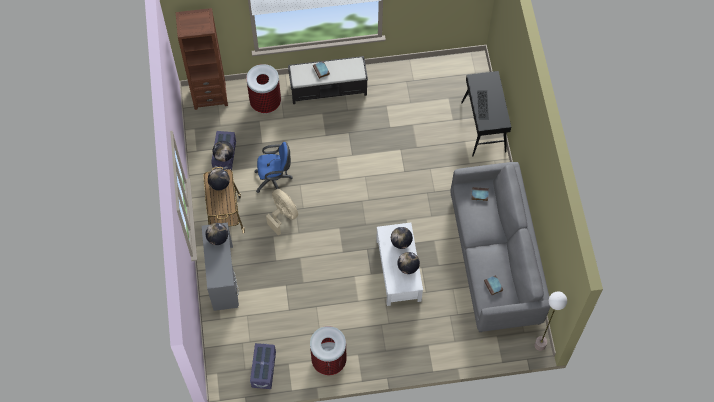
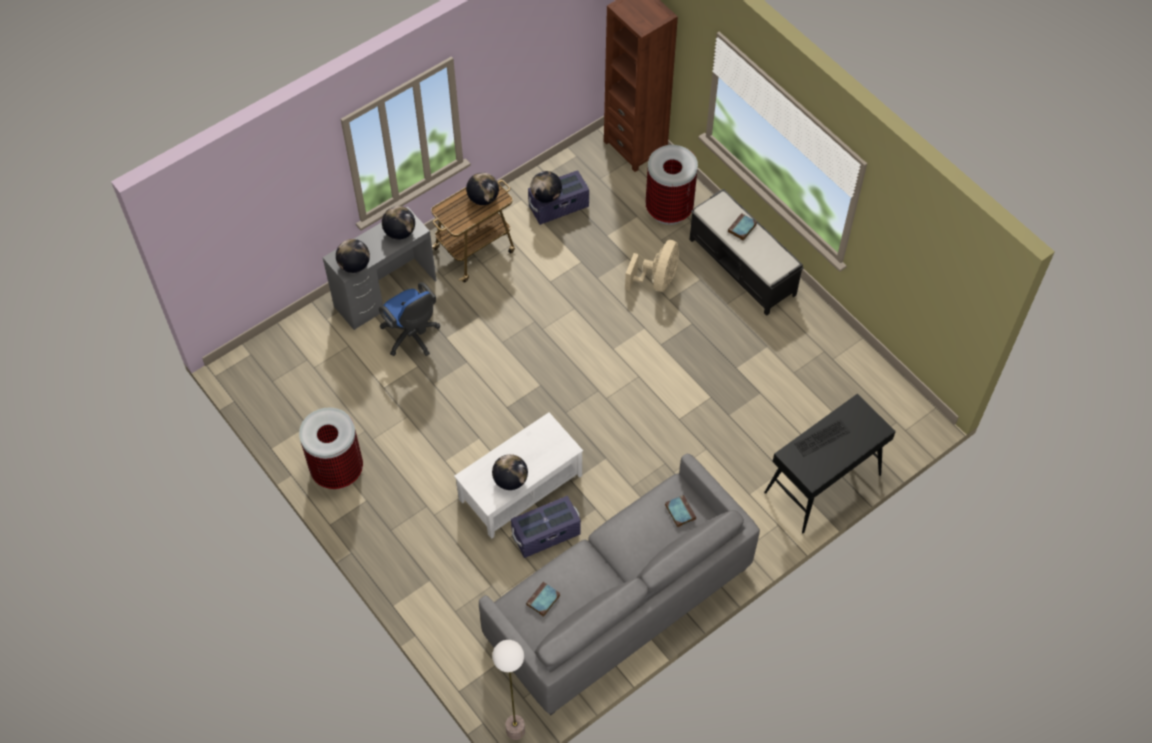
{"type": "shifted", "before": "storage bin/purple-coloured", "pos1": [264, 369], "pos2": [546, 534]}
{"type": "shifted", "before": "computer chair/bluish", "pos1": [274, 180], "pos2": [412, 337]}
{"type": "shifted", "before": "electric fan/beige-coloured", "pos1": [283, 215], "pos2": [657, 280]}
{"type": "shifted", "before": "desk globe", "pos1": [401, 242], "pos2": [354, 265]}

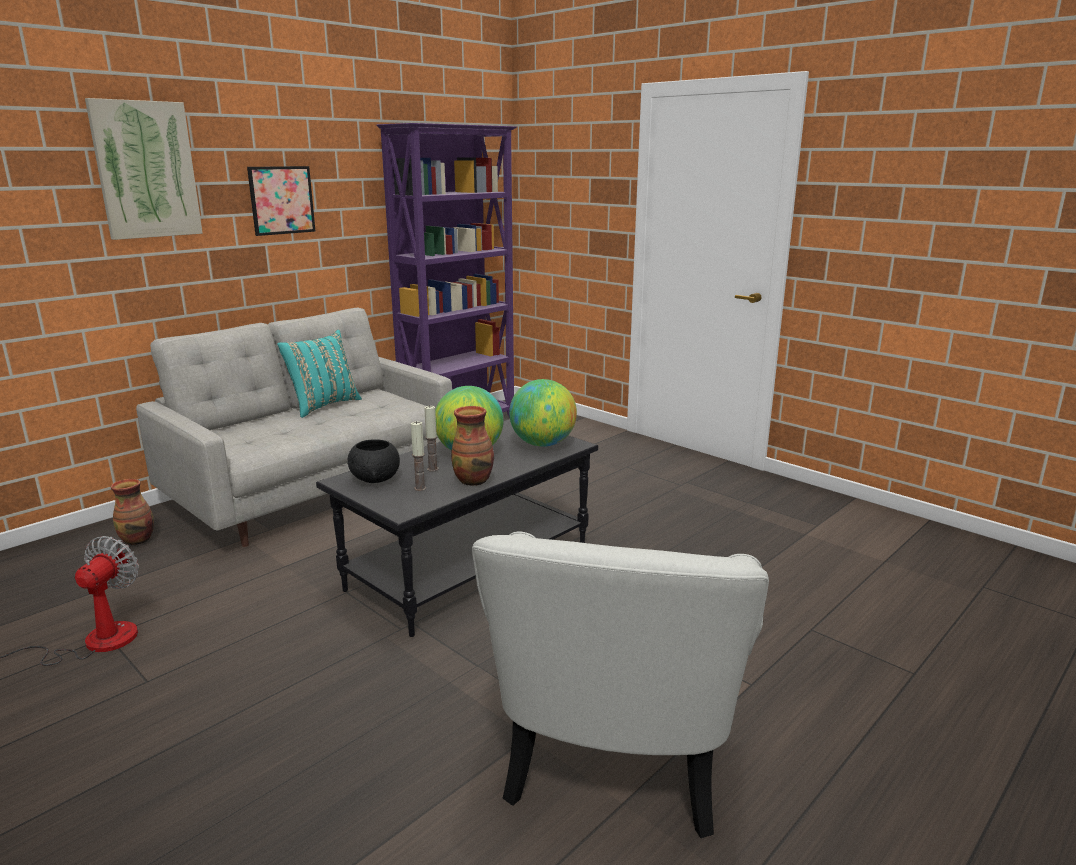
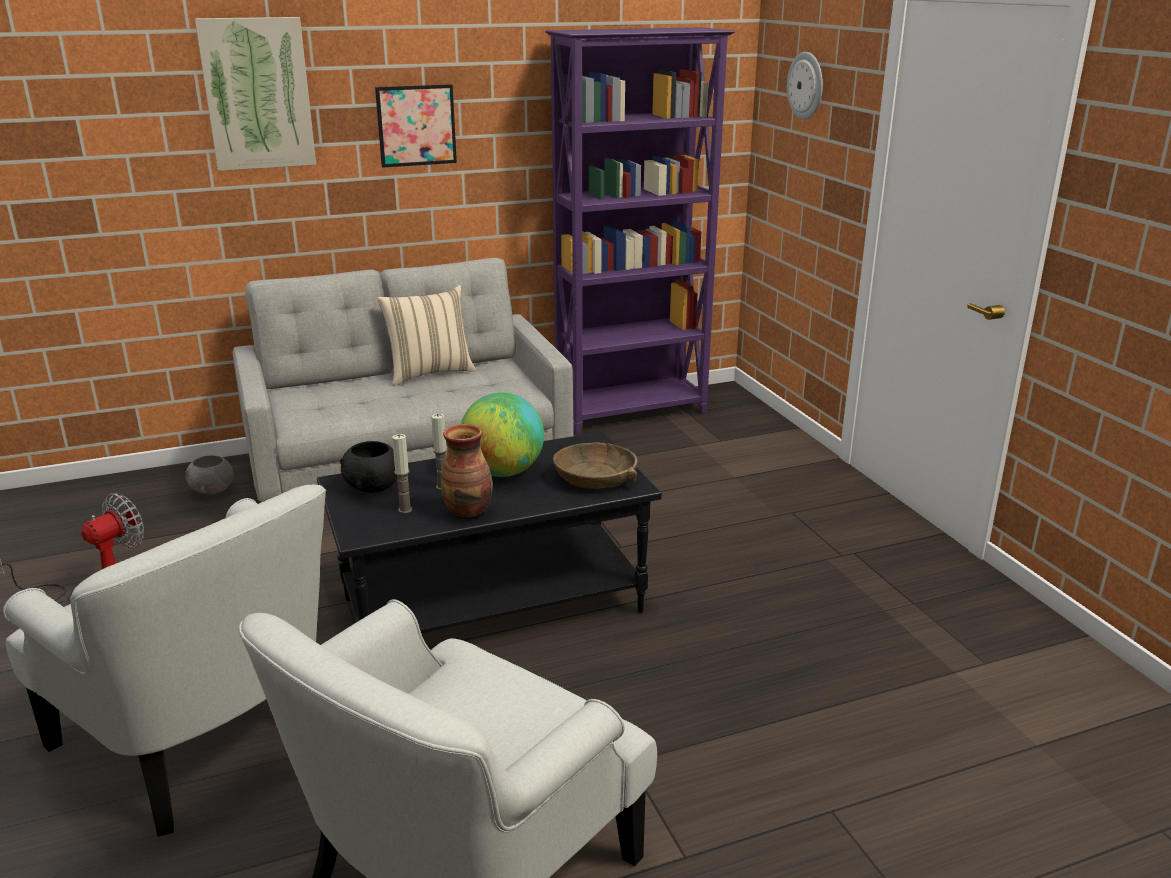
{"type": "new", "after": "easy chair/white-coloured", "pos2": [203, 736]}
{"type": "new", "after": "hanging clock", "pos2": [806, 85]}
{"type": "swapped", "before": "flower vase", "after": "serving bowl/greyish", "pos1": [138, 540], "pos2": [213, 490]}
{"type": "swapped", "before": "desk globe", "after": "serving bowl/brown-coloured", "pos1": [543, 444], "pos2": [596, 477]}
{"type": "repainted", "before": "cushion/turquoise-coloured", "after": "cushion/beige-coloured", "pos1": [323, 406], "pos2": [429, 373]}

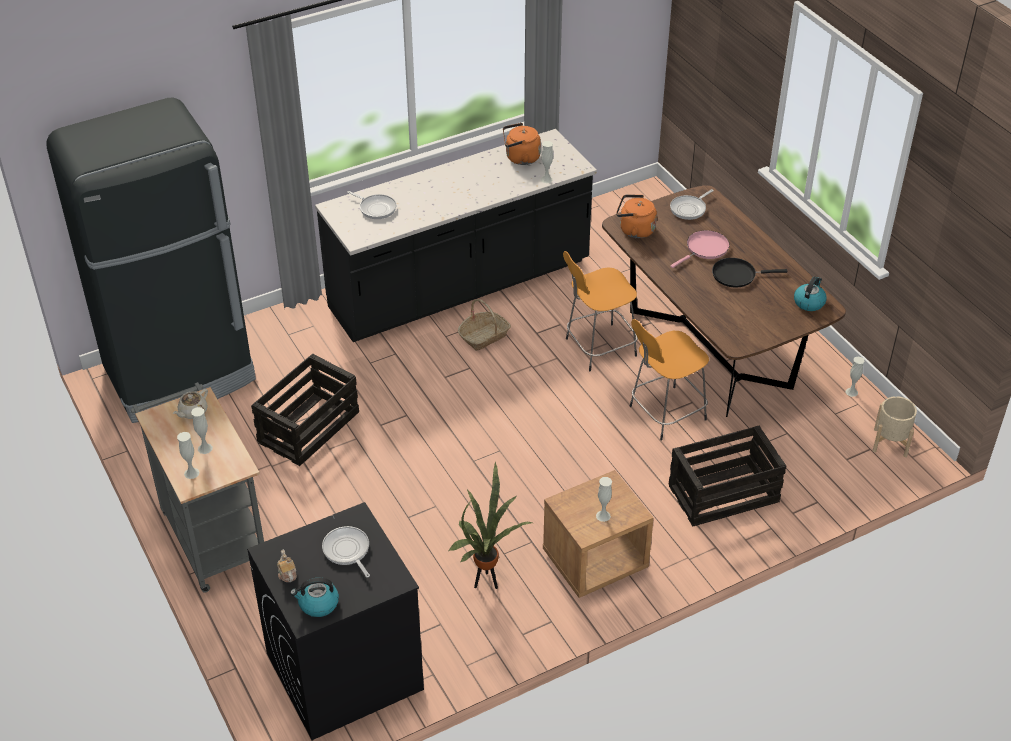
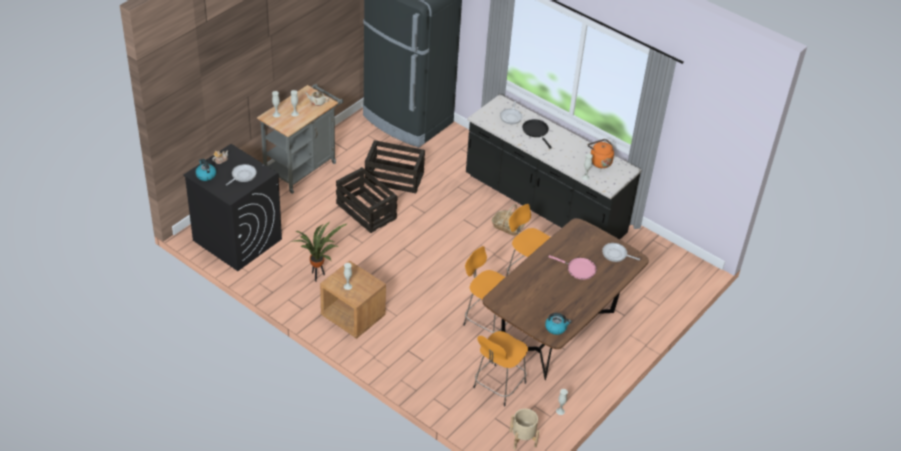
{"type": "gone", "before": "kettle/orange-coloured", "pos1": [634, 230]}
{"type": "new", "after": "sitting stool/orange-coloured", "pos2": [498, 386]}
{"type": "shifted", "before": "shipping crate", "pos1": [722, 494], "pos2": [365, 211]}
{"type": "shifted", "before": "frying pan/black", "pos1": [737, 275], "pos2": [536, 131]}

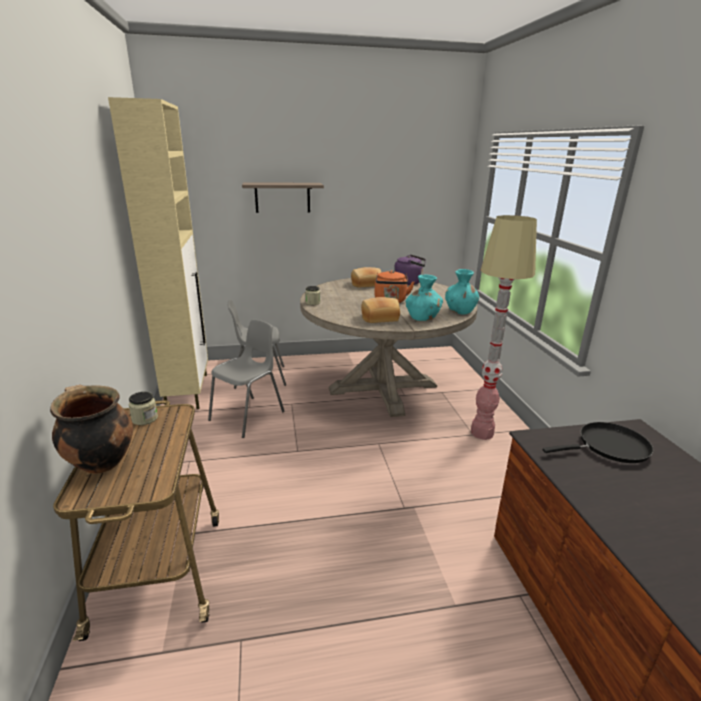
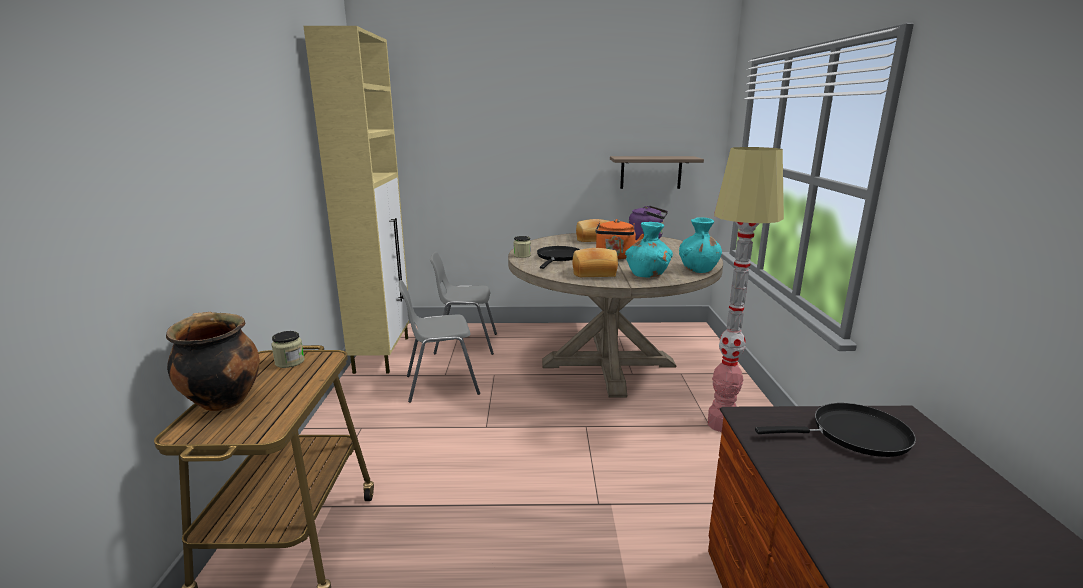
{"type": "new", "after": "frying pan/black", "pos2": [558, 257]}
{"type": "shifted", "before": "wall shelf", "pos1": [282, 197], "pos2": [651, 172]}
{"type": "rotated", "before": "plain chair/greyish", "pos1": [248, 416], "pos2": [441, 384], "turn": -150}

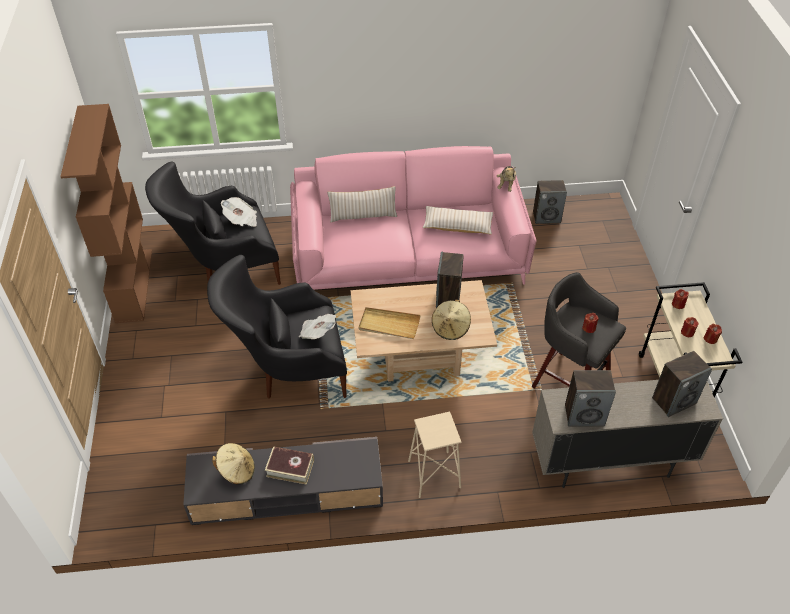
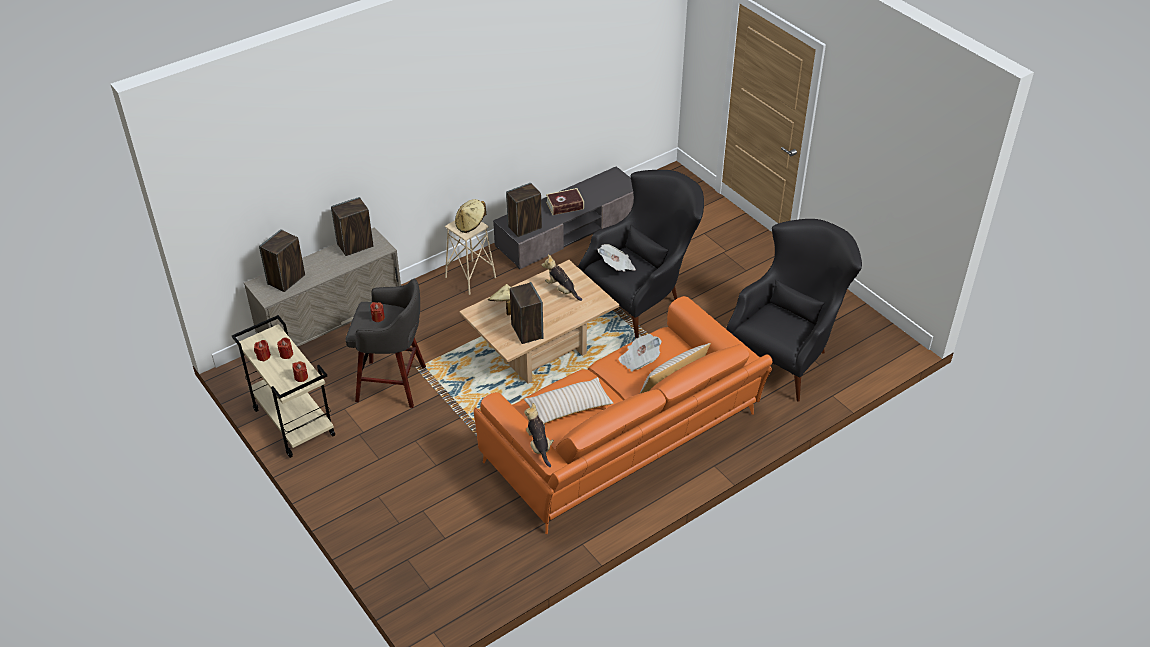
{"type": "gone", "before": "shelving unit/brown-coloured", "pos1": [133, 285]}
{"type": "shifted", "before": "wearable hat/beige-coloured", "pos1": [236, 470], "pos2": [470, 224]}
{"type": "shifted", "before": "printed paper", "pos1": [241, 220], "pos2": [639, 360]}
{"type": "shifted", "before": "loudspeaker", "pos1": [546, 217], "pos2": [524, 227]}
{"type": "swapped", "before": "serving tray/beige-coloured", "after": "cuddly toy", "pos1": [389, 325], "pos2": [561, 290]}
{"type": "repainted", "before": "couch/pink-coloured", "after": "couch/orange-coloured", "pos1": [409, 256], "pos2": [623, 441]}

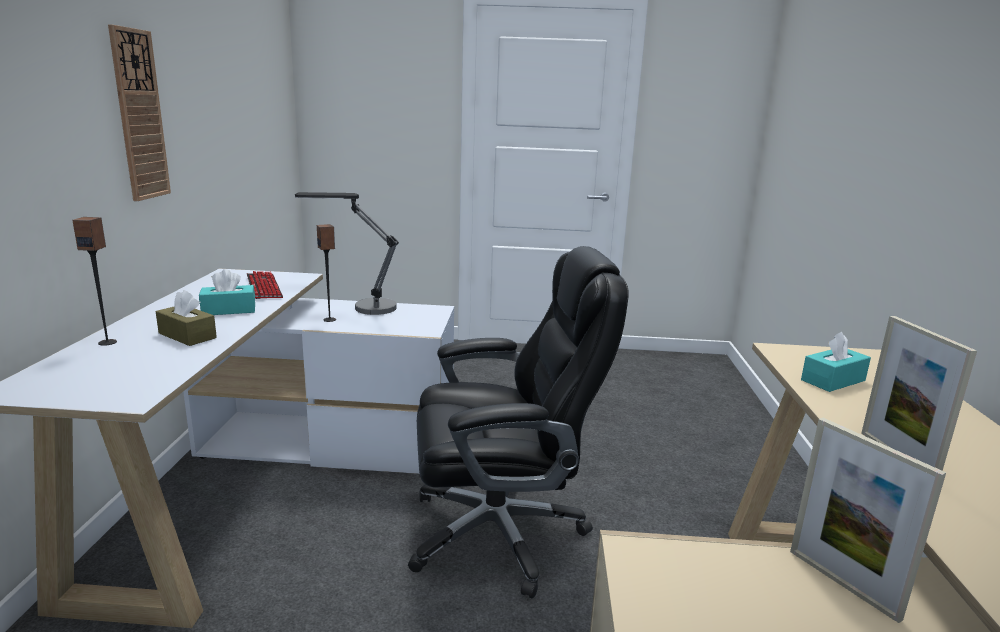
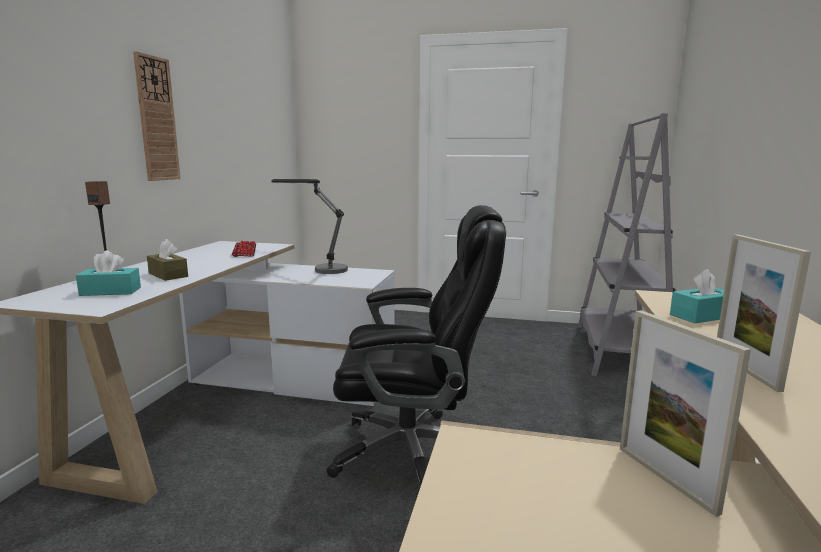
{"type": "gone", "before": "loudspeaker", "pos1": [330, 319]}
{"type": "new", "after": "shelving unit/greyish", "pos2": [619, 351]}
{"type": "shifted", "before": "box of tissues/turquoise-coloured", "pos1": [229, 310], "pos2": [110, 291]}

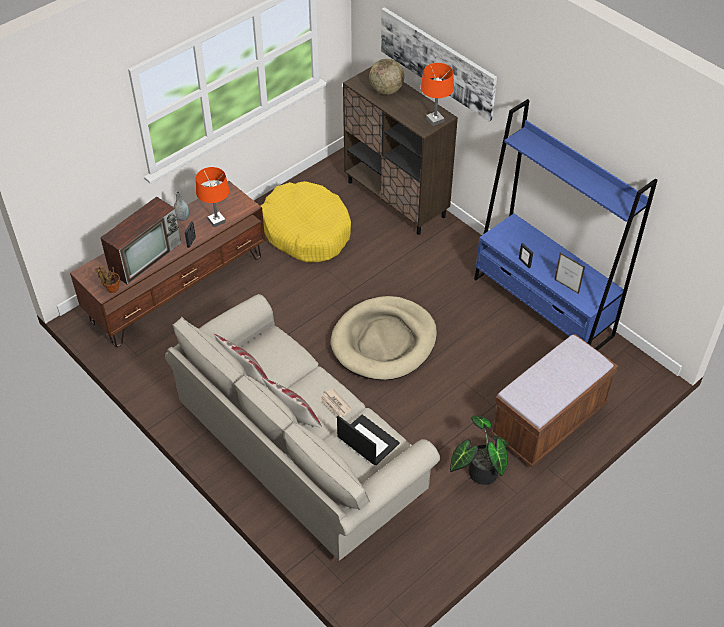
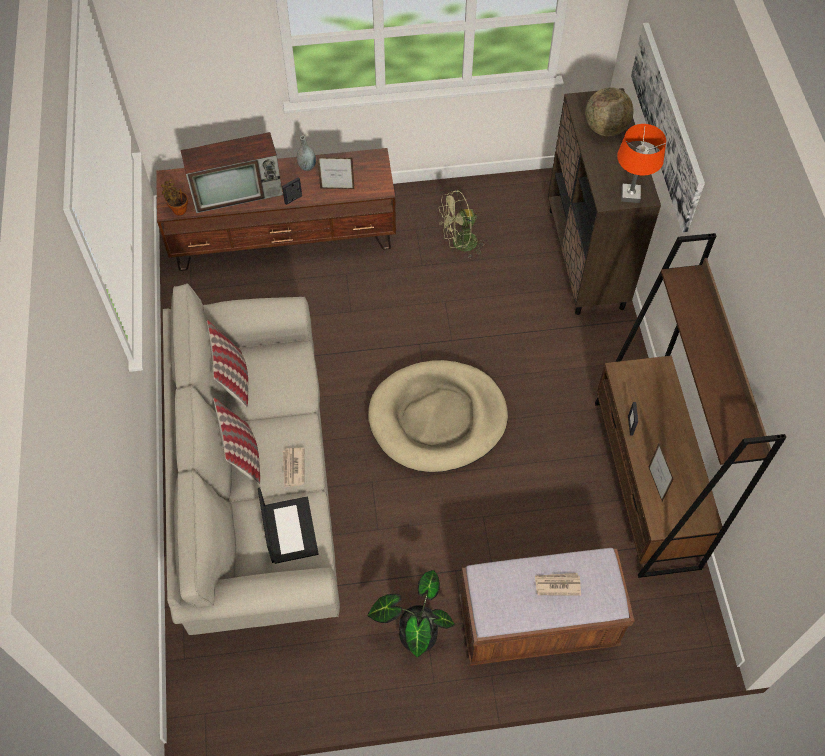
{"type": "new", "after": "printed paper", "pos2": [557, 584]}
{"type": "swapped", "before": "table lamp/orange-coloured", "after": "picture frame", "pos1": [217, 221], "pos2": [337, 188]}
{"type": "swapped", "before": "dog cushion/yellow-coloured", "after": "electric fan/greenish", "pos1": [306, 231], "pos2": [459, 244]}
{"type": "repainted", "before": "shelving unit/bluish", "after": "shelving unit/brown-coloured", "pos1": [543, 307], "pos2": [645, 483]}

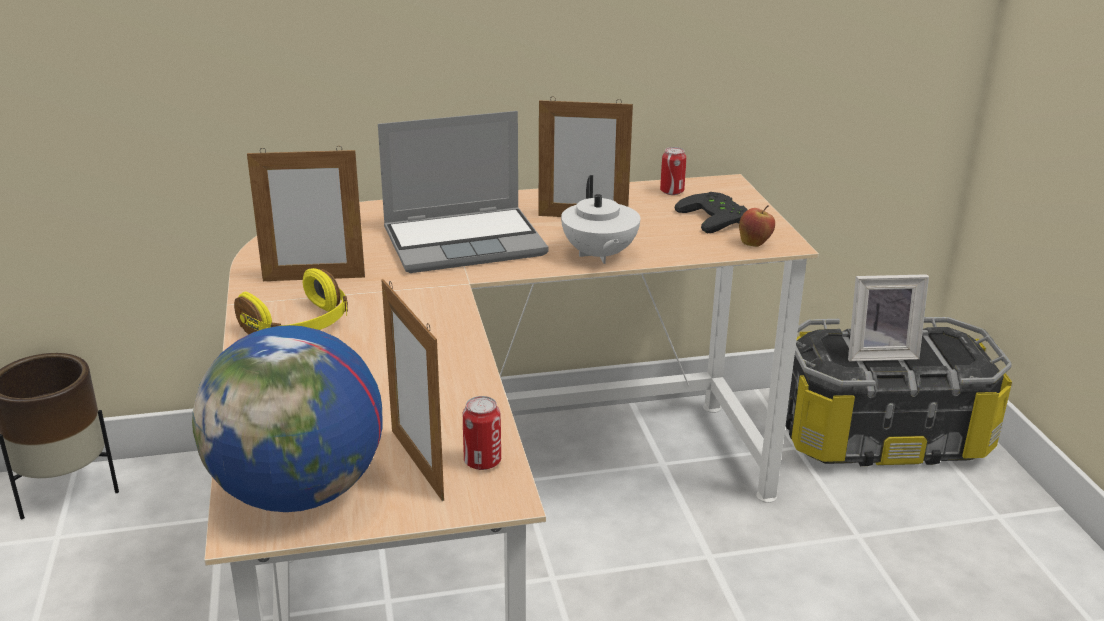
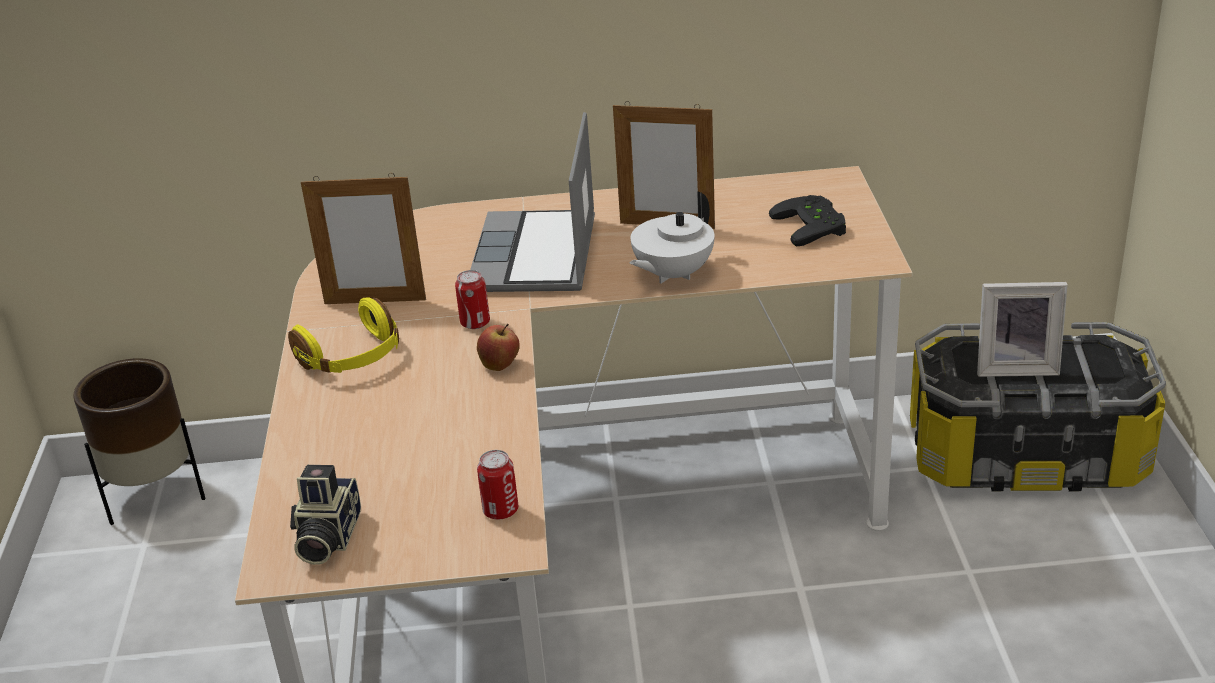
{"type": "gone", "before": "picture frame", "pos1": [417, 464]}
{"type": "shifted", "before": "can", "pos1": [672, 191], "pos2": [475, 323]}
{"type": "shifted", "before": "apple", "pos1": [755, 243], "pos2": [500, 365]}
{"type": "swapped", "before": "desk globe", "after": "still camera", "pos1": [299, 493], "pos2": [326, 537]}
{"type": "rotated", "before": "portable computer", "pos1": [465, 241], "pos2": [536, 256], "turn": 105}
{"type": "rotated", "before": "tea pot/white-coloured", "pos1": [599, 255], "pos2": [672, 274], "turn": 45}

